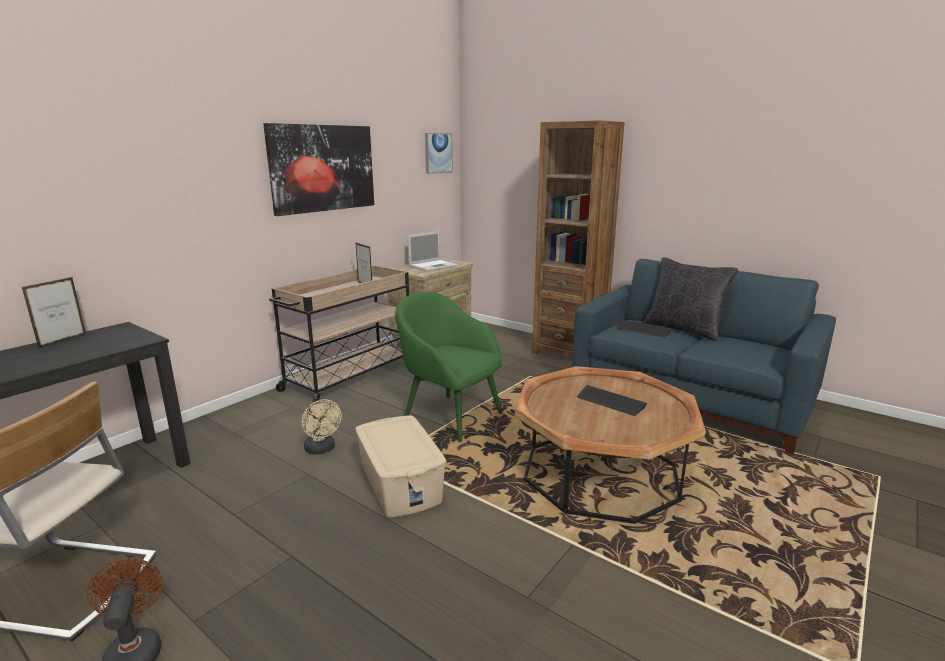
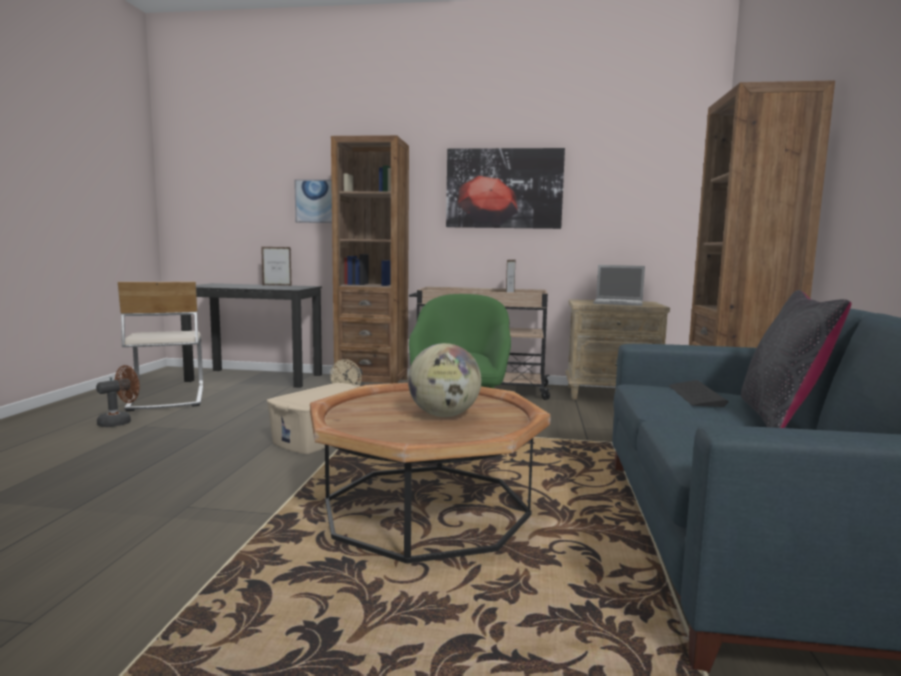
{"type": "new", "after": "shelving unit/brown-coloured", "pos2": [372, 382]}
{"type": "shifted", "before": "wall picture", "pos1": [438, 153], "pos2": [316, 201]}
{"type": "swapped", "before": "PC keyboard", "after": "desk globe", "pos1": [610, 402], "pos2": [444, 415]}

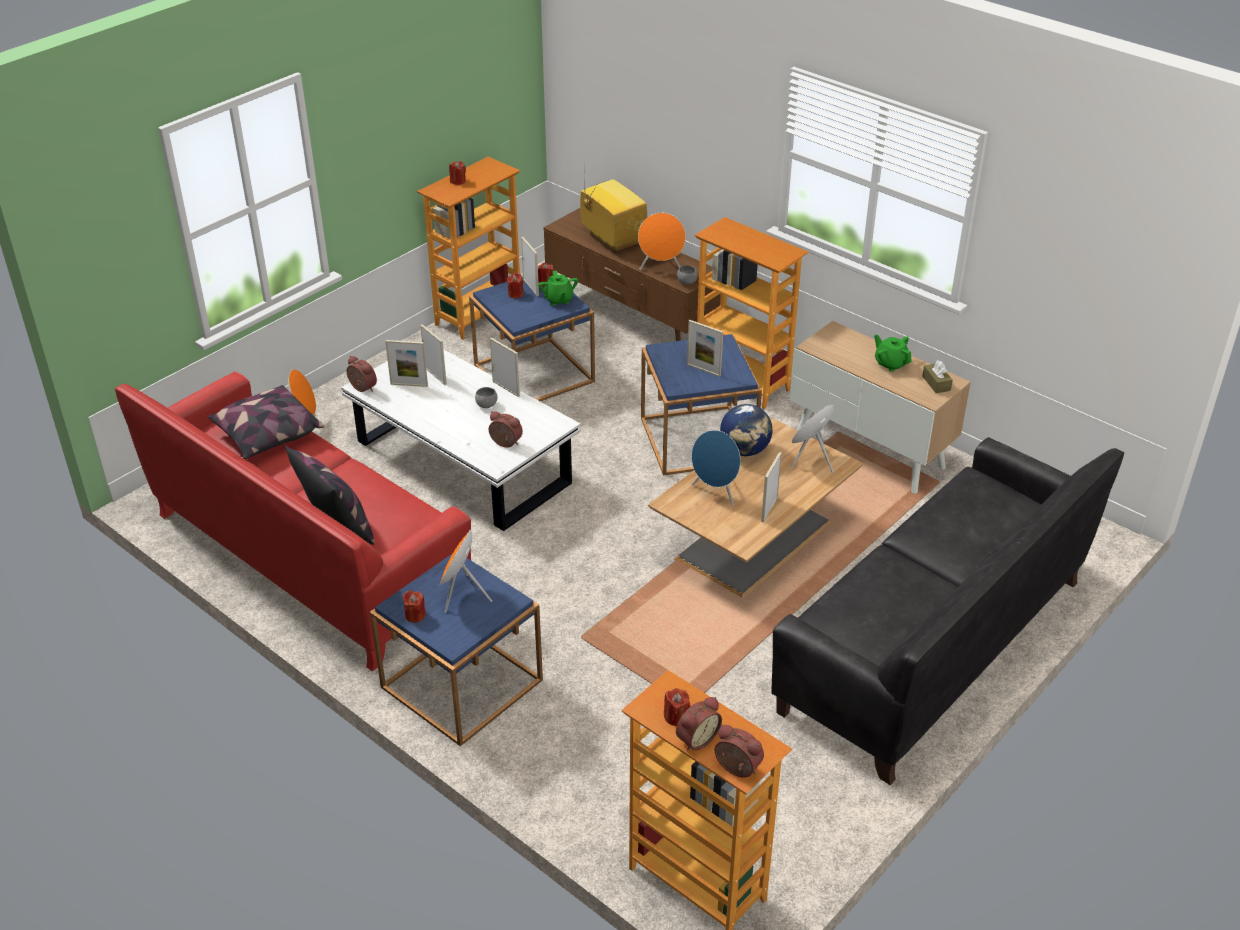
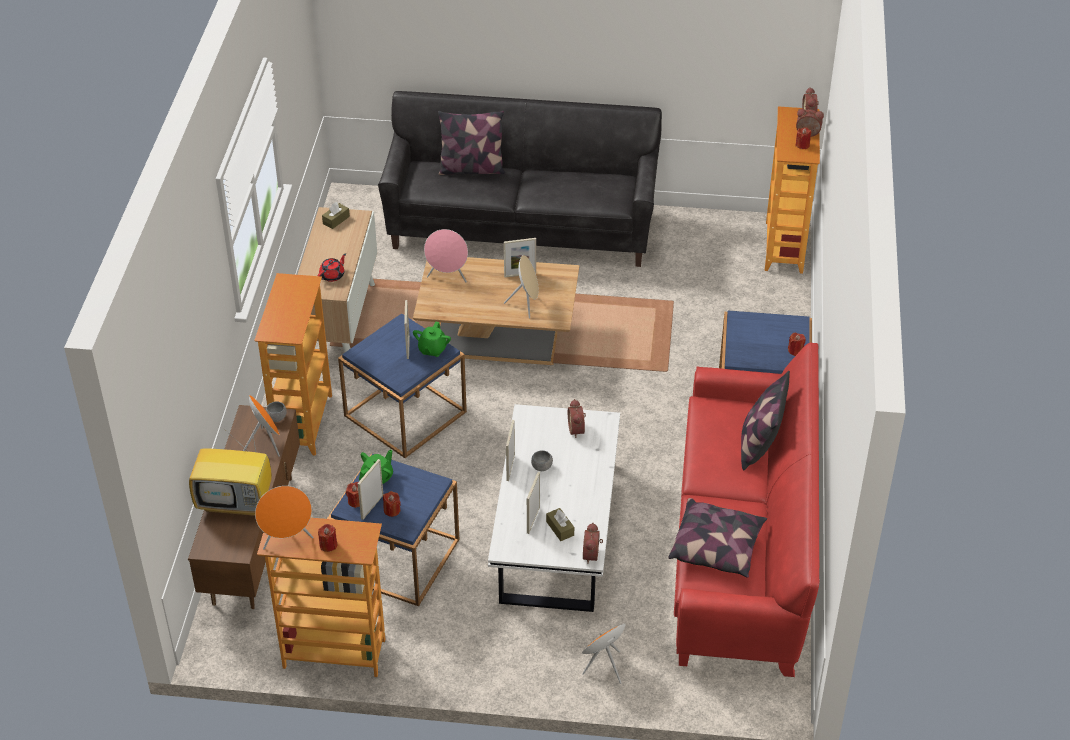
{"type": "gone", "before": "desk globe", "pos1": [745, 450]}
{"type": "new", "after": "tea pot/red-coloured", "pos2": [332, 275]}
{"type": "new", "after": "cushion", "pos2": [471, 169]}
{"type": "shifted", "before": "loudspeaker/orange-coloured", "pos1": [462, 595], "pos2": [287, 539]}
{"type": "shifted", "before": "tea pot/greenish", "pos1": [890, 364], "pos2": [432, 349]}
{"type": "swapped", "before": "picture frame", "after": "box of tissues/brown-coloured", "pos1": [409, 385], "pos2": [560, 528]}
{"type": "repainted", "before": "loudspeaker/bluish", "after": "loudspeaker/beige-coloured", "pos1": [716, 492], "pos2": [526, 304]}
{"type": "rotated", "before": "TV set", "pos1": [611, 239], "pos2": [236, 502], "turn": -105}

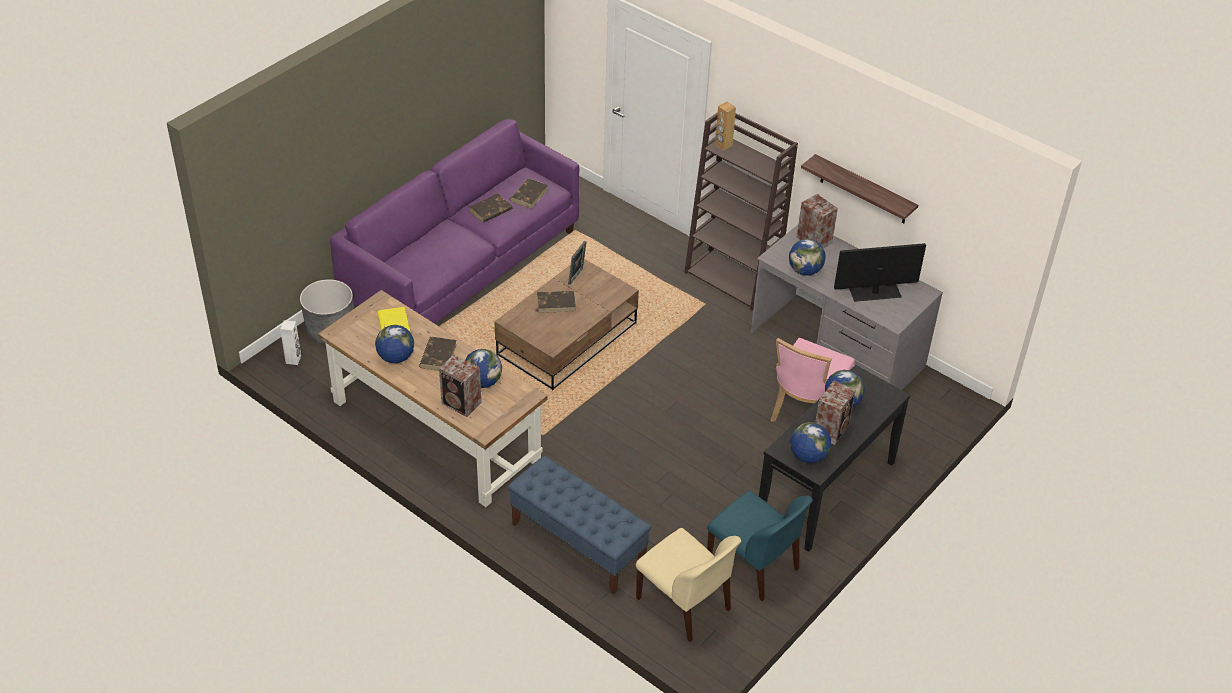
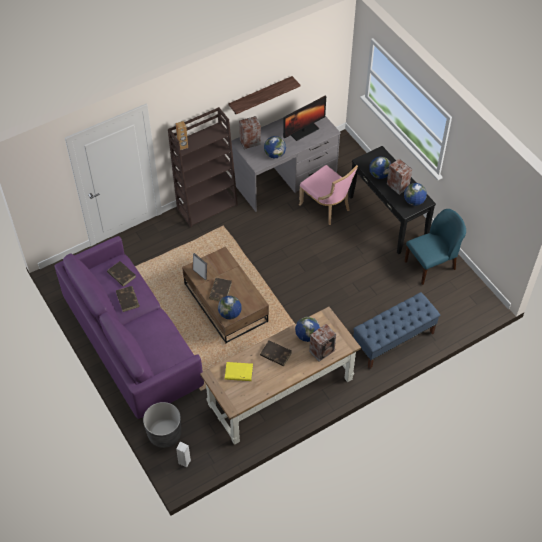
{"type": "gone", "before": "plain chair/beige-coloured", "pos1": [685, 605]}
{"type": "shifted", "before": "desk globe", "pos1": [396, 358], "pos2": [230, 314]}
{"type": "rotated", "before": "monitor", "pos1": [874, 292], "pos2": [304, 131], "turn": -135}

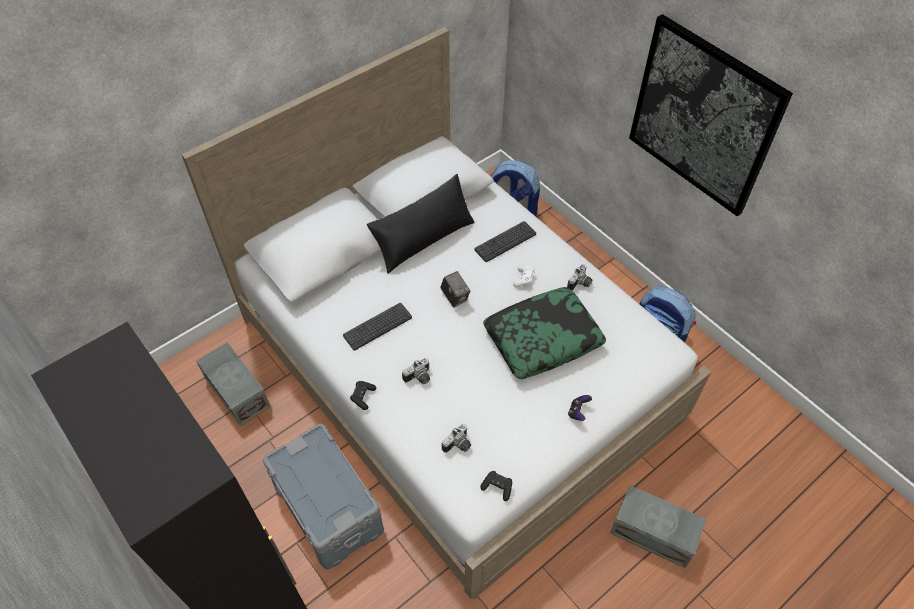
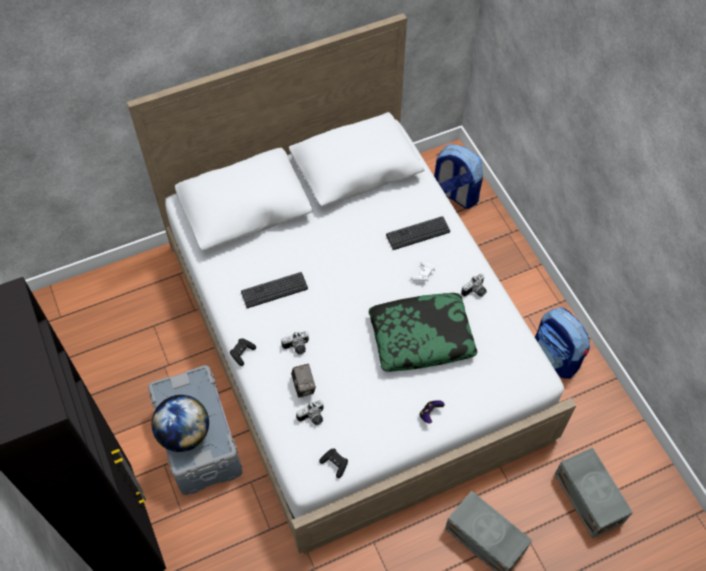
{"type": "gone", "before": "cushion/black", "pos1": [423, 239]}
{"type": "gone", "before": "wall picture", "pos1": [703, 117]}
{"type": "new", "after": "desk globe", "pos2": [184, 434]}
{"type": "shifted", "before": "storage bin/greyish", "pos1": [237, 391], "pos2": [588, 497]}
{"type": "shifted", "before": "still camera", "pos1": [455, 297], "pos2": [304, 386]}

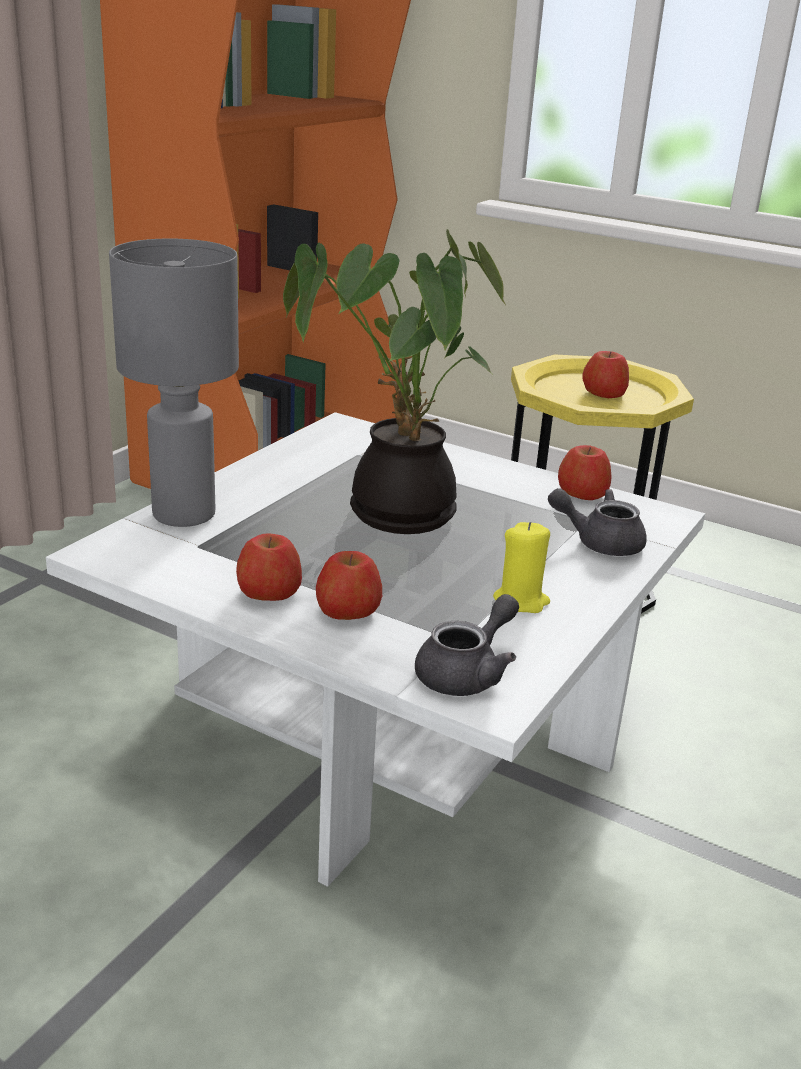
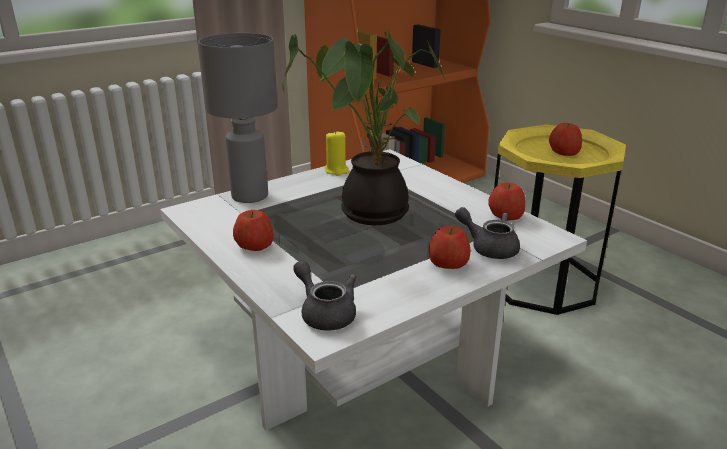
{"type": "shifted", "before": "apple", "pos1": [347, 611], "pos2": [448, 263]}
{"type": "shifted", "before": "wax light/yellow-coloured", "pos1": [521, 601], "pos2": [337, 171]}
{"type": "rotated", "before": "tea pot/greyish", "pos1": [467, 673], "pos2": [325, 313], "turn": -105}

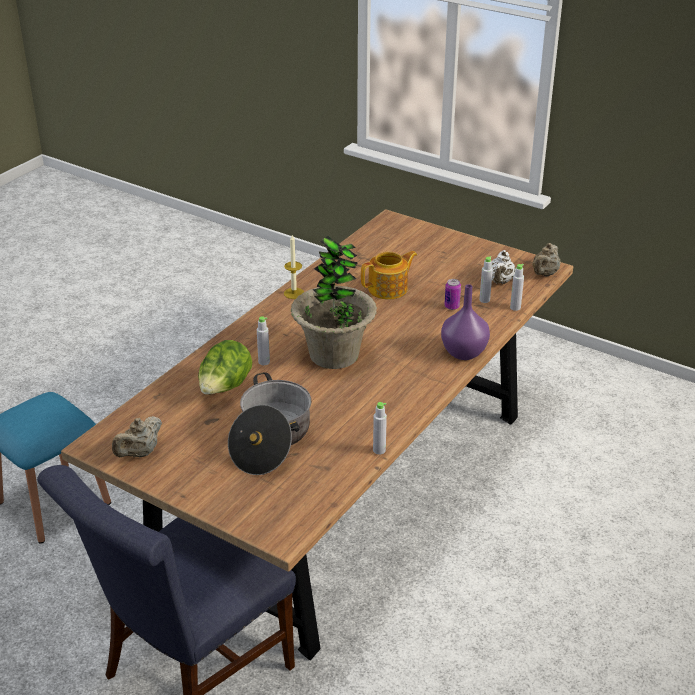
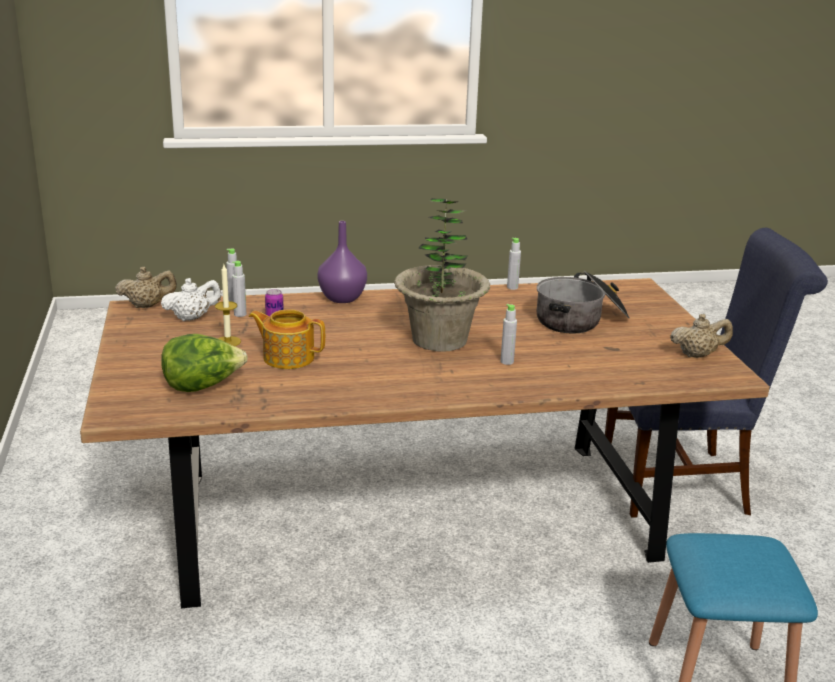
{"type": "shifted", "before": "head of lettuce", "pos1": [225, 388], "pos2": [202, 386]}
{"type": "shifted", "before": "wax light", "pos1": [294, 293], "pos2": [228, 342]}

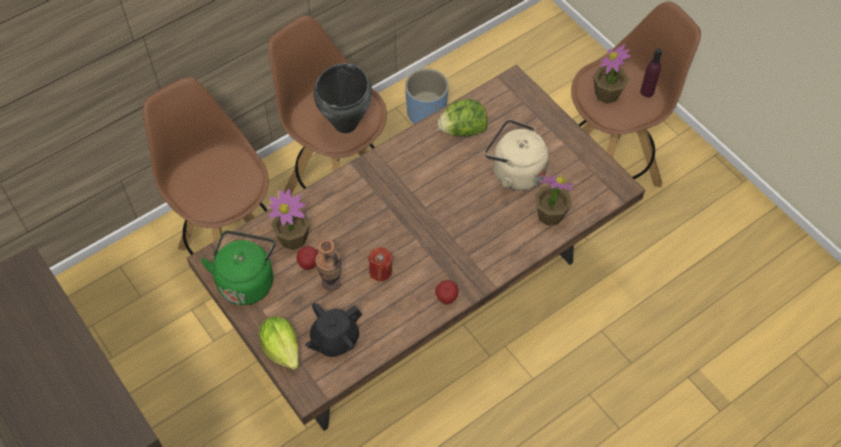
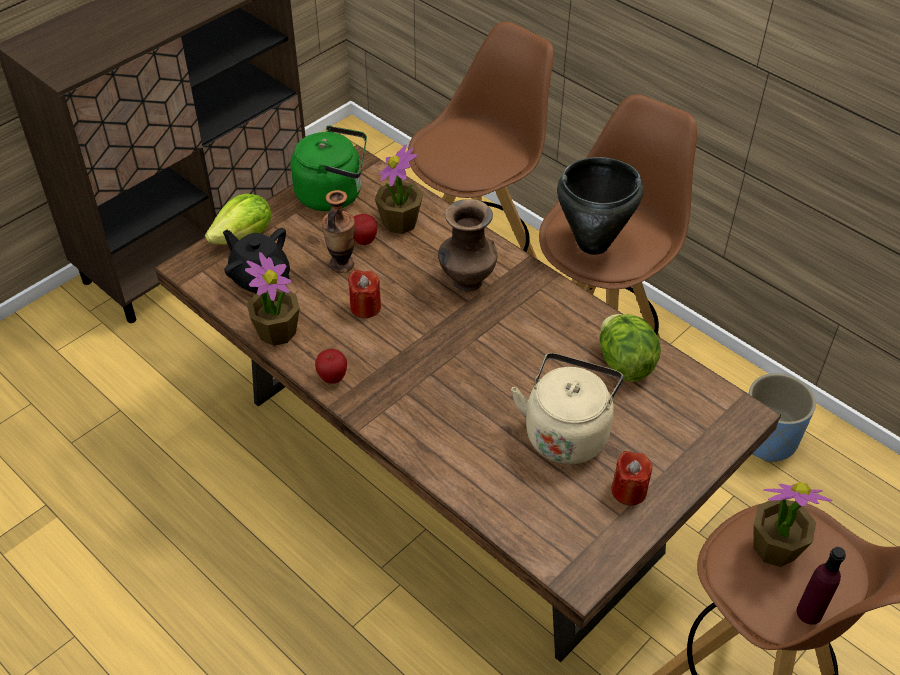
{"type": "new", "after": "flower vase/brown-coloured", "pos2": [466, 282]}
{"type": "new", "after": "wax light/red-coloured", "pos2": [629, 490]}
{"type": "shifted", "before": "houseplant", "pos1": [550, 214], "pos2": [277, 331]}

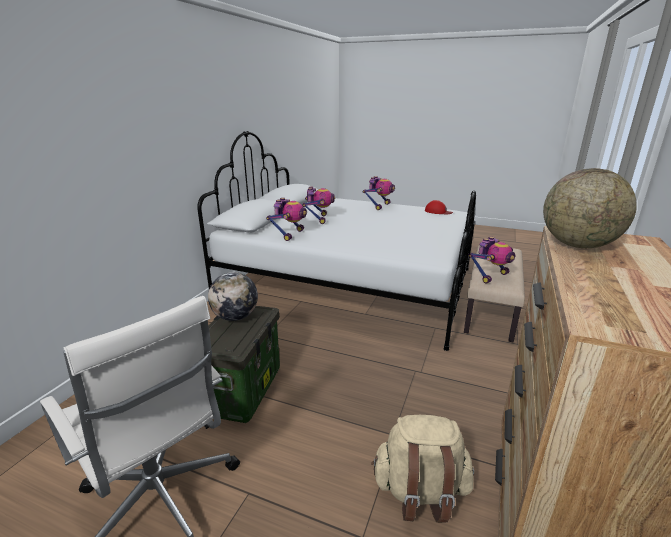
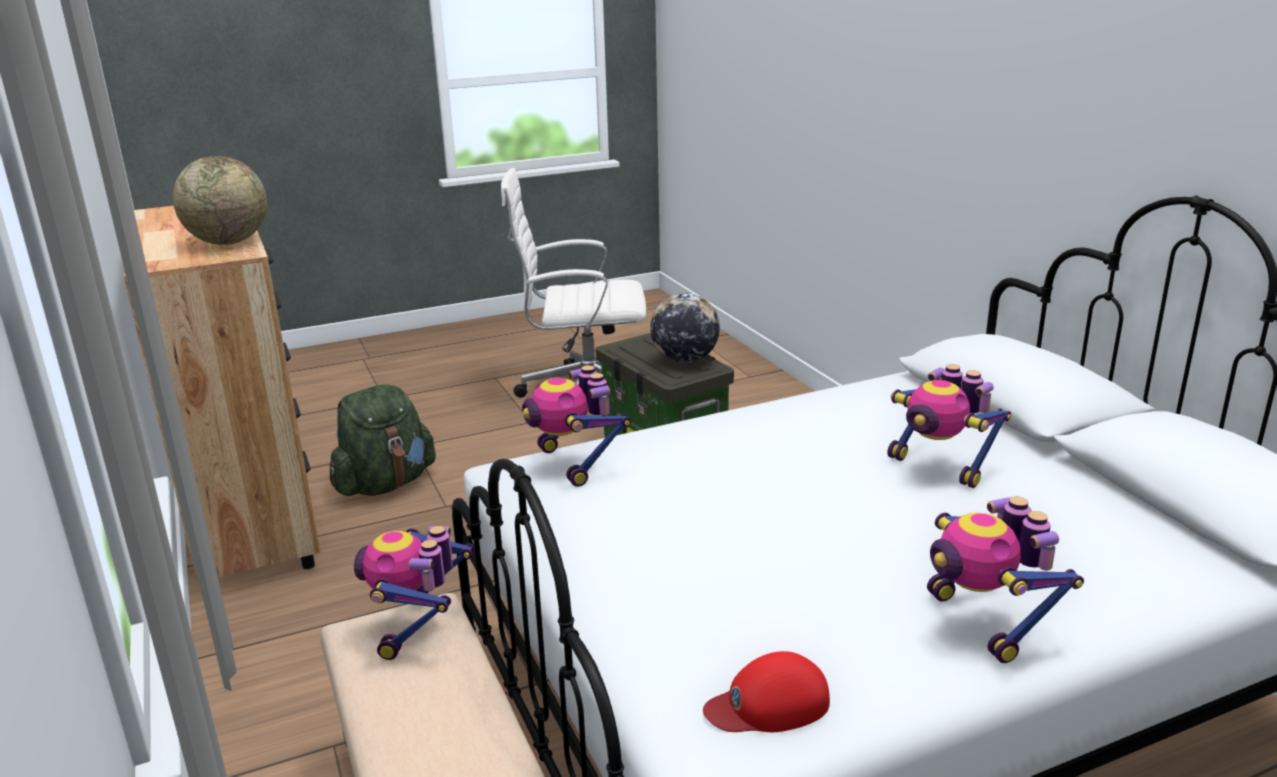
{"type": "shifted", "before": "model robot", "pos1": [290, 234], "pos2": [574, 463]}
{"type": "repainted", "before": "rucksack/beige-coloured", "after": "rucksack/greenish", "pos1": [420, 492], "pos2": [386, 484]}

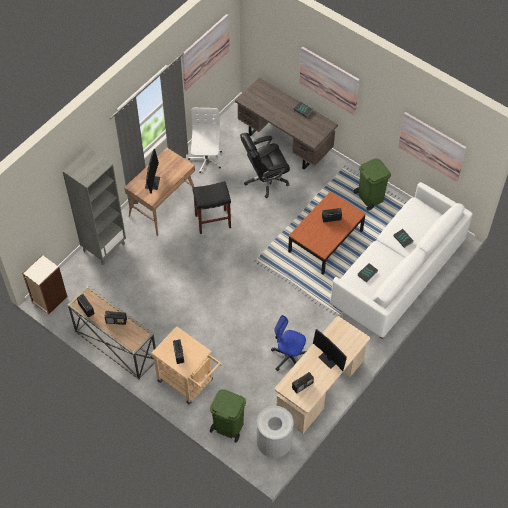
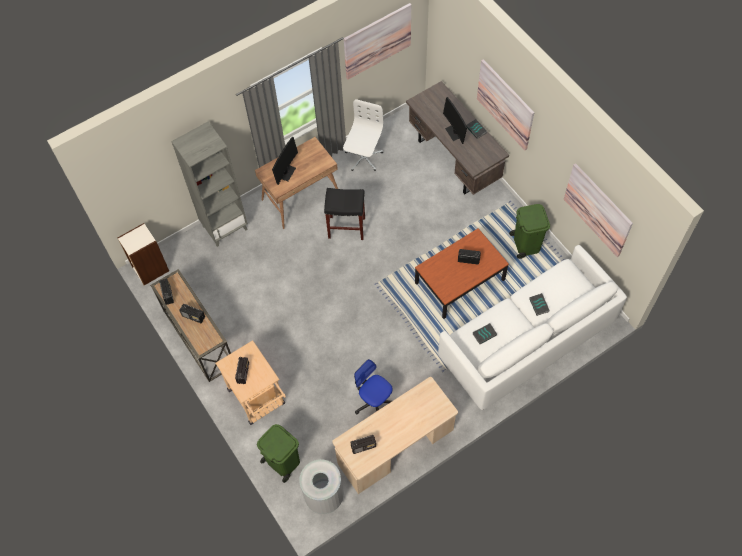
{"type": "gone", "before": "computer chair/black", "pos1": [265, 179]}
{"type": "shifted", "before": "monitor", "pos1": [329, 359], "pos2": [455, 132]}

